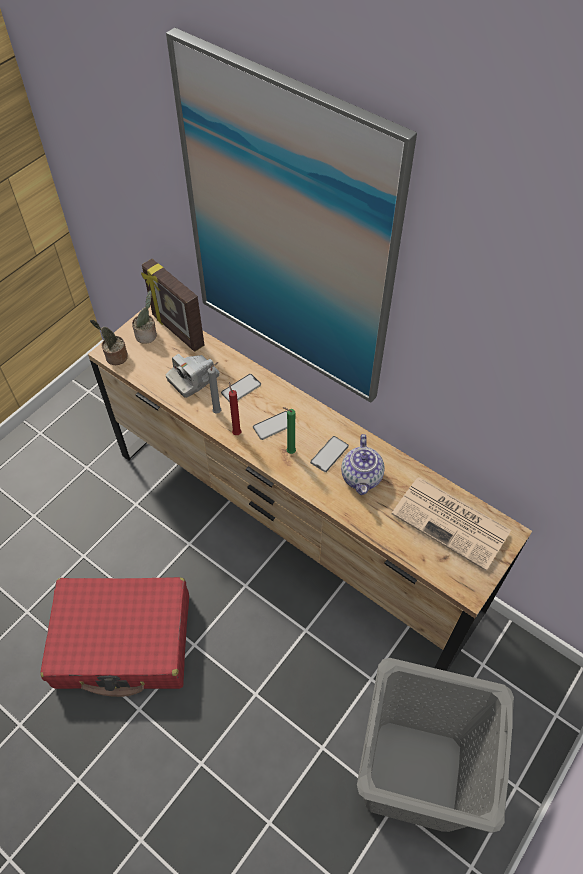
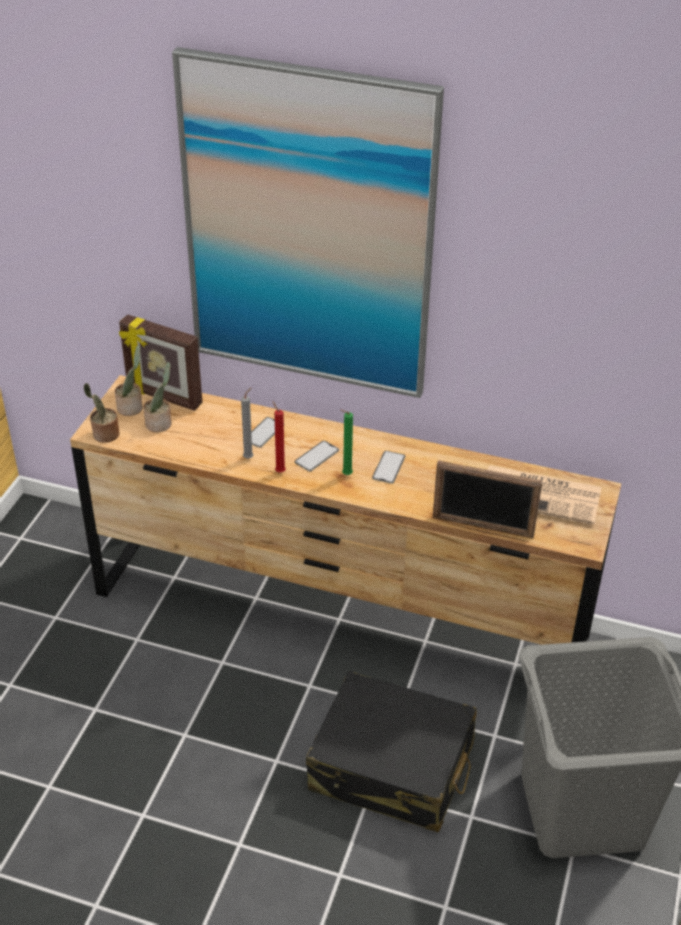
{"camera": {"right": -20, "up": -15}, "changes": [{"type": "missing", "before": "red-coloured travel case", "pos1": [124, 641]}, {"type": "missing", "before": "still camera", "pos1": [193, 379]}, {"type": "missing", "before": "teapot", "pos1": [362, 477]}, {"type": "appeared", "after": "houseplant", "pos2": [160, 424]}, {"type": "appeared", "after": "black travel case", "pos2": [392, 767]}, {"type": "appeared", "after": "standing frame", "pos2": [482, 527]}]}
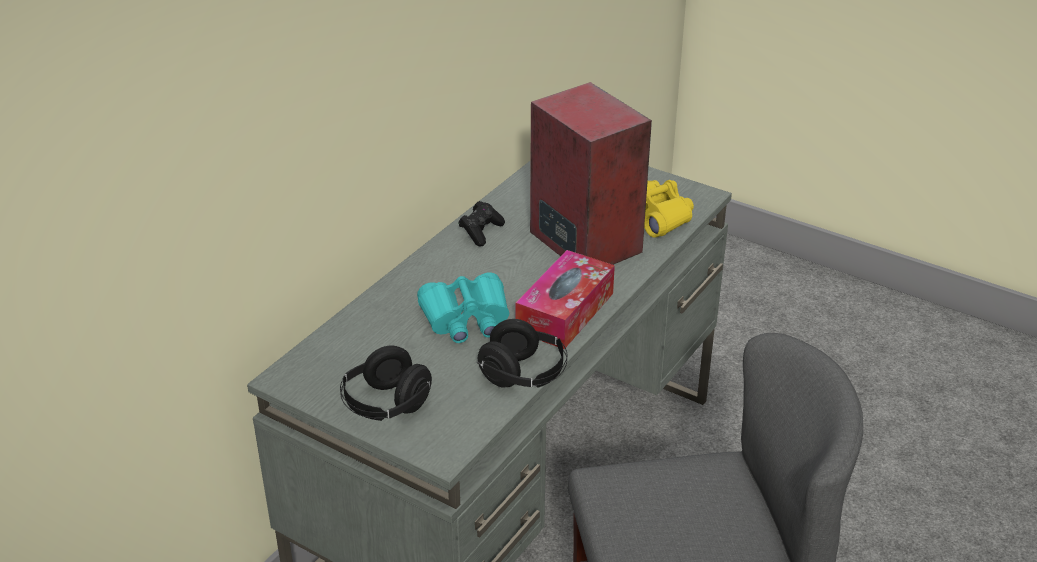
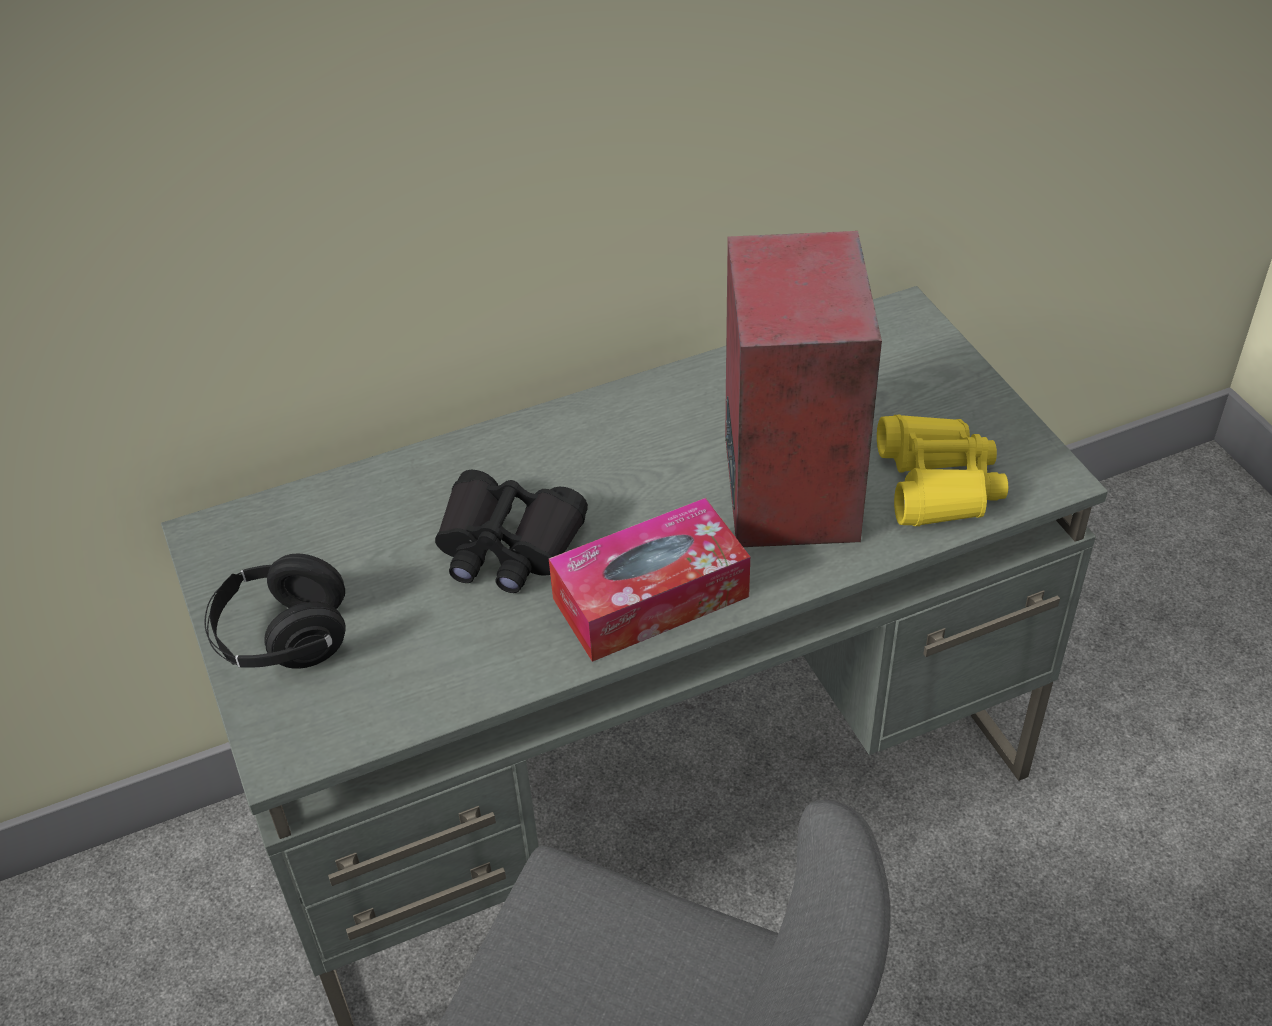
{"camera": {"right": 35, "up": 10}, "changes": [{"type": "colour", "before": "turquoise field glasses", "after": "black field glasses", "pos1": [466, 318], "pos2": [507, 545]}, {"type": "missing", "before": "black game controller", "pos1": [481, 232]}, {"type": "missing", "before": "black headphones", "pos1": [524, 375]}]}
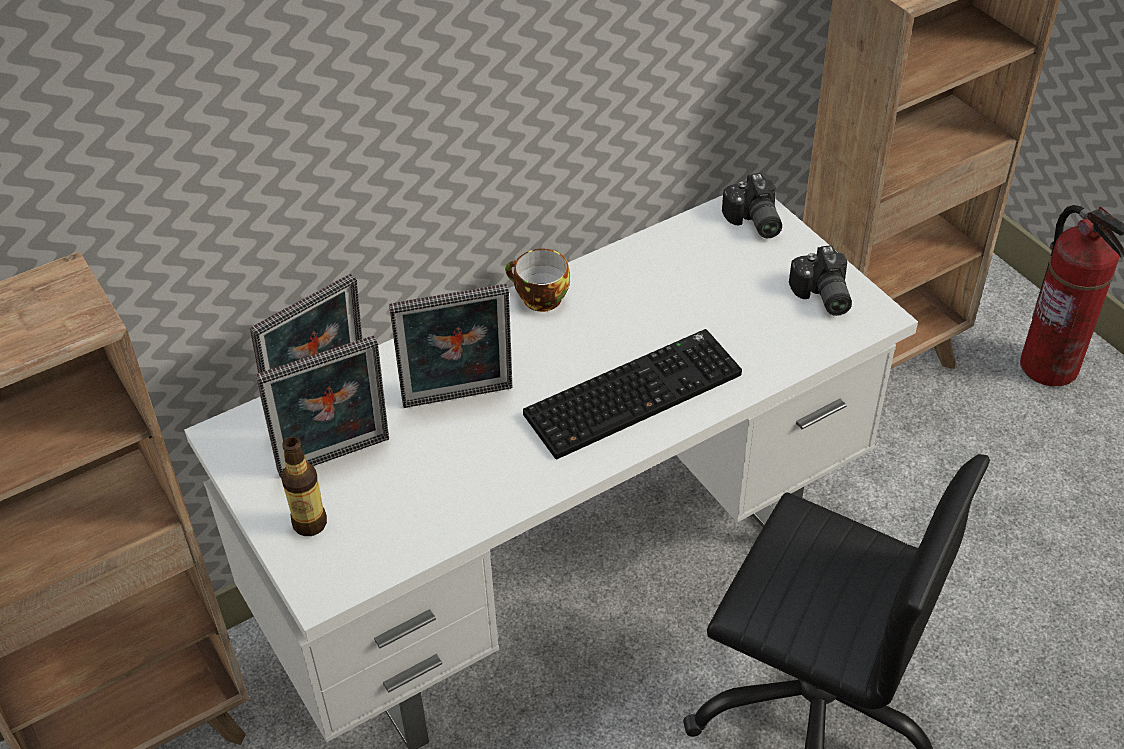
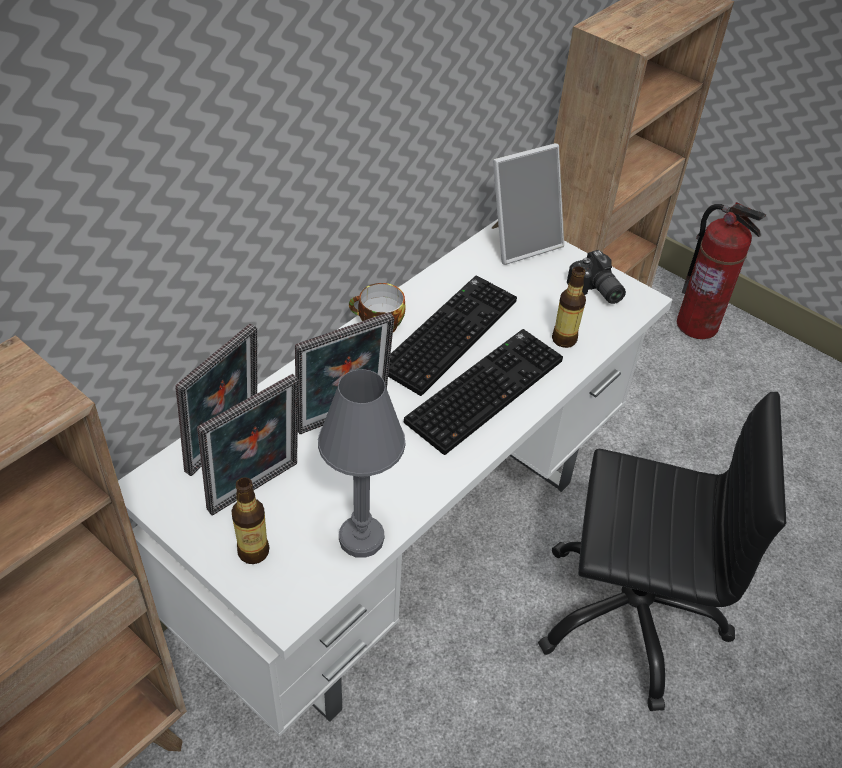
{"camera": {"right": -20, "up": 0}, "changes": [{"type": "exchanged", "before": "still camera", "after": "standing frame", "pos1": [753, 222], "pos2": [521, 242]}, {"type": "appeared", "after": "grey lamp for a table", "pos2": [361, 538]}, {"type": "appeared", "after": "computer keyboard", "pos2": [448, 333]}, {"type": "appeared", "after": "beverage bottle", "pos2": [564, 339]}]}
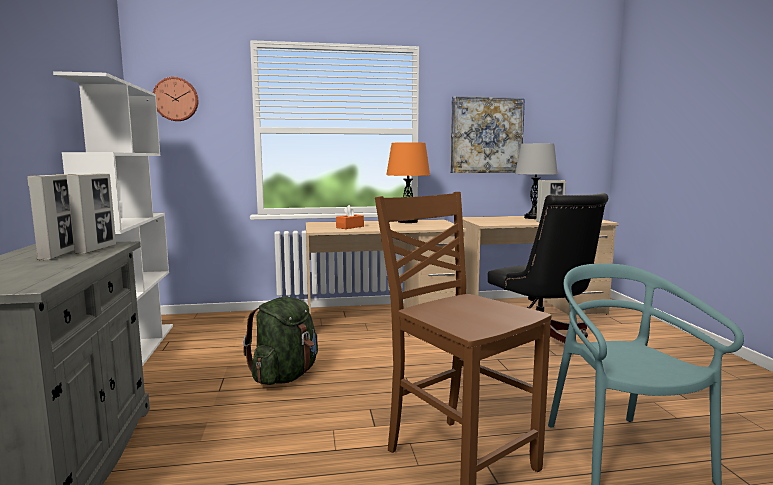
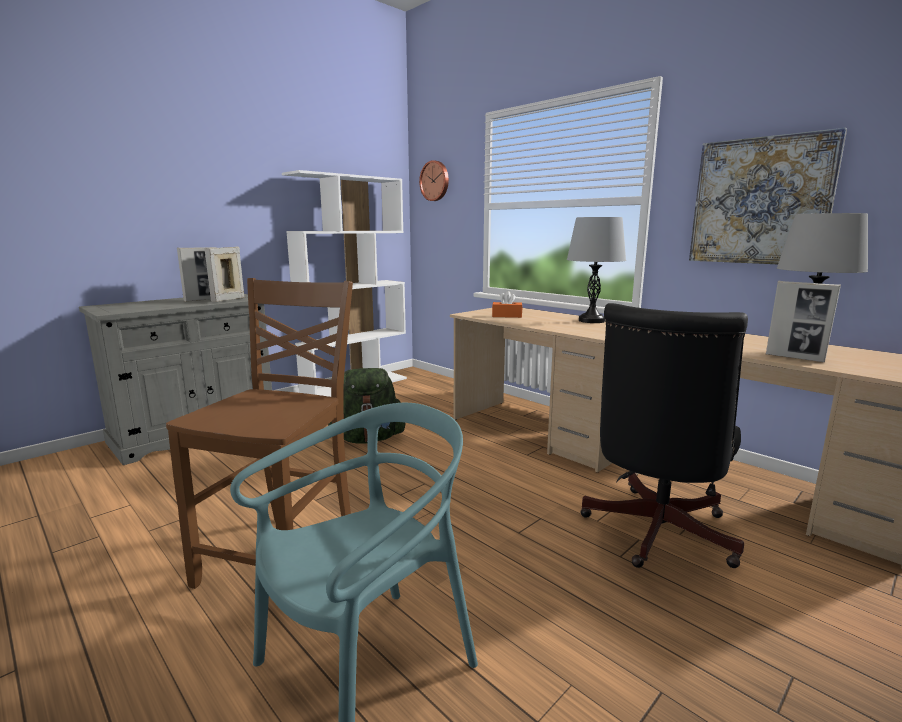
{"camera": {"right": 55, "up": 5}, "changes": [{"type": "spun", "before": "standing frame", "pos1": [96, 249], "pos2": [228, 300], "turn": 150}, {"type": "colour", "before": "orangey lamp for a table", "after": "grey lamp for a table", "pos1": [407, 221], "pos2": [591, 321]}]}
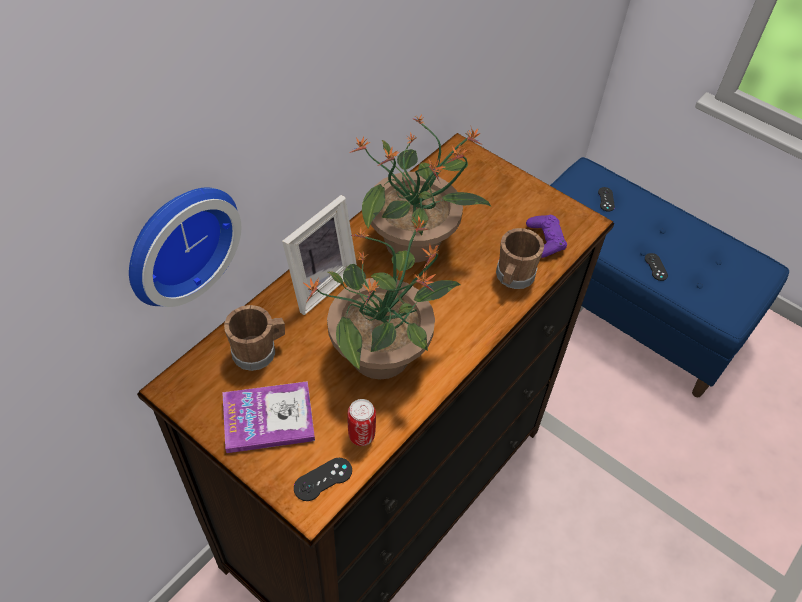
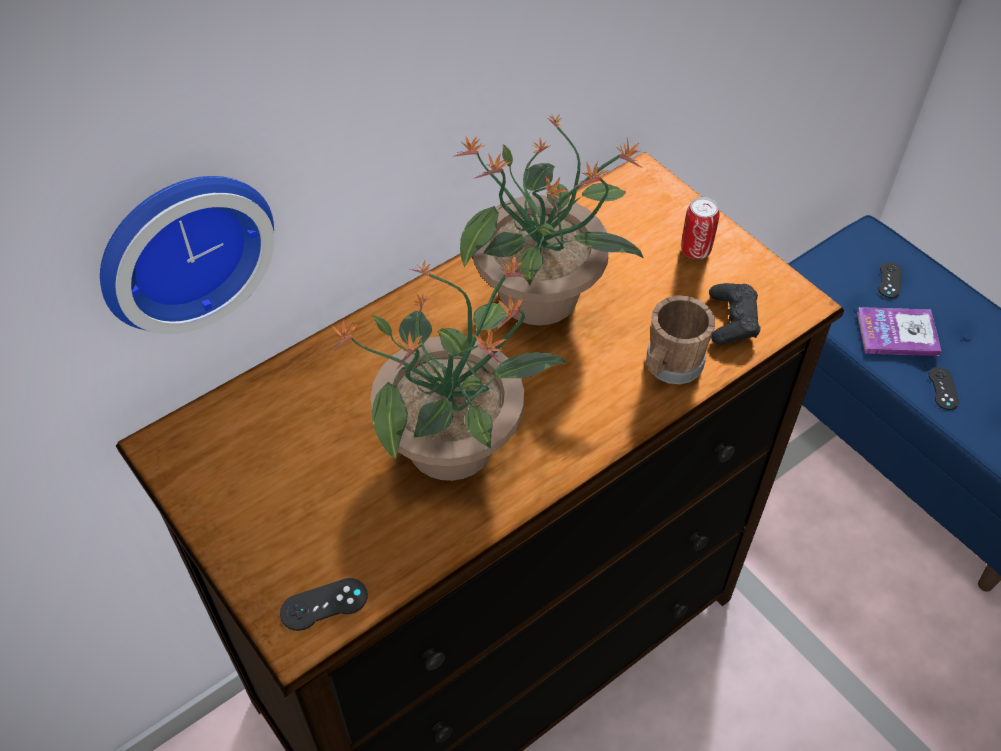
{"camera": {"right": 15, "up": 0}, "changes": [{"type": "relocated", "before": "volume", "pos1": [268, 418], "pos2": [897, 333]}, {"type": "missing", "before": "brown-coloured coffee mug", "pos1": [259, 351]}, {"type": "missing", "before": "standing frame", "pos1": [318, 283]}, {"type": "relocated", "before": "can", "pos1": [361, 435], "pos2": [695, 250]}, {"type": "colour", "before": "purple game controller", "after": "black game controller", "pos1": [545, 240], "pos2": [732, 320]}]}
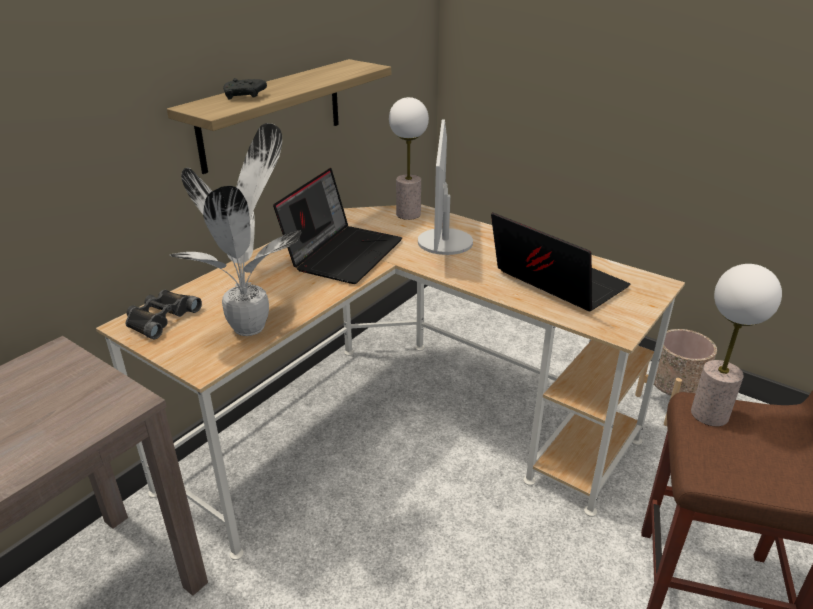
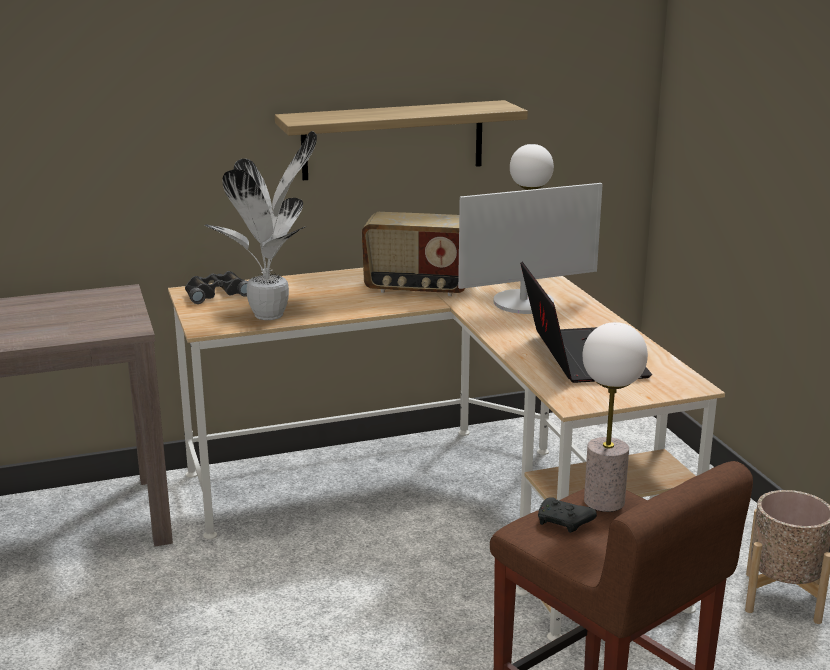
{"camera": {"right": 35, "up": -10}, "changes": [{"type": "relocated", "before": "black game controller", "pos1": [245, 96], "pos2": [564, 523]}, {"type": "exchanged", "before": "notebook computer", "after": "radio", "pos1": [343, 253], "pos2": [417, 288]}, {"type": "spun", "before": "computer display", "pos1": [444, 242], "pos2": [524, 303], "turn": -150}]}
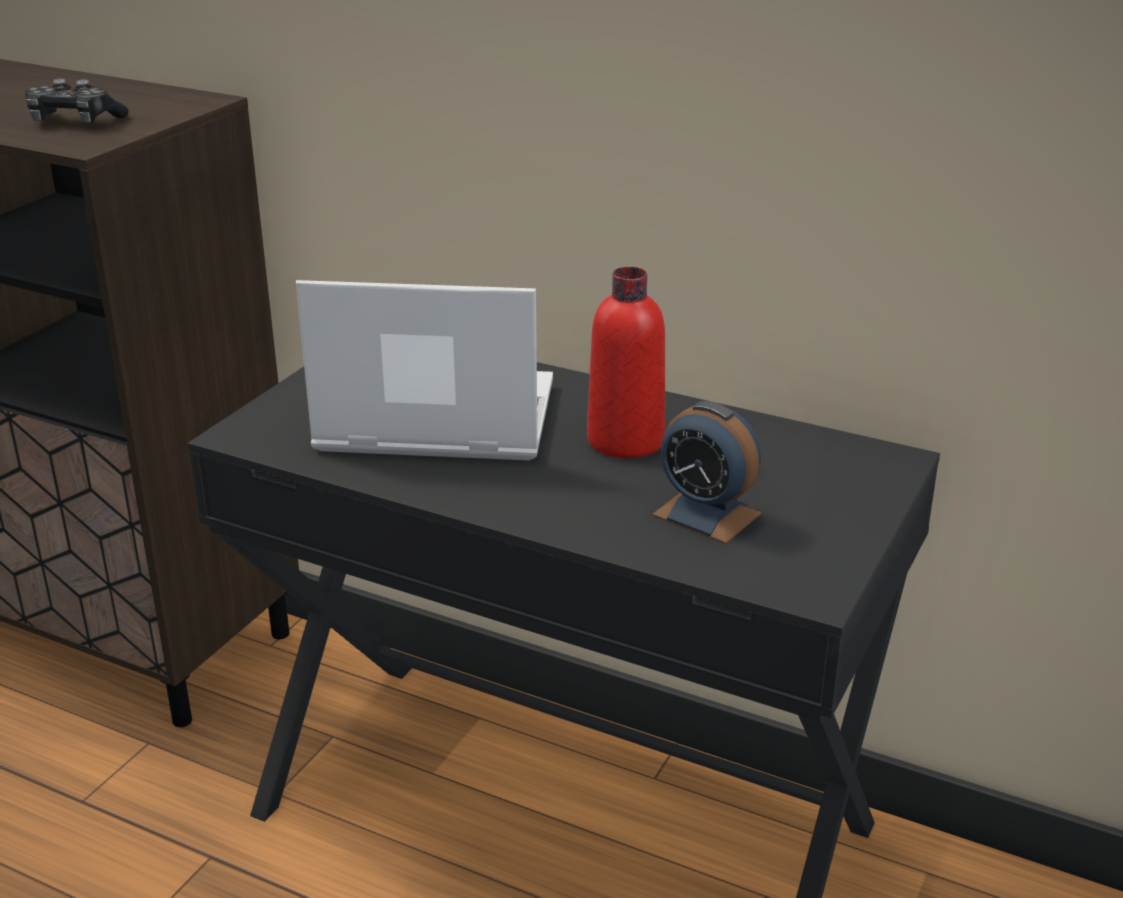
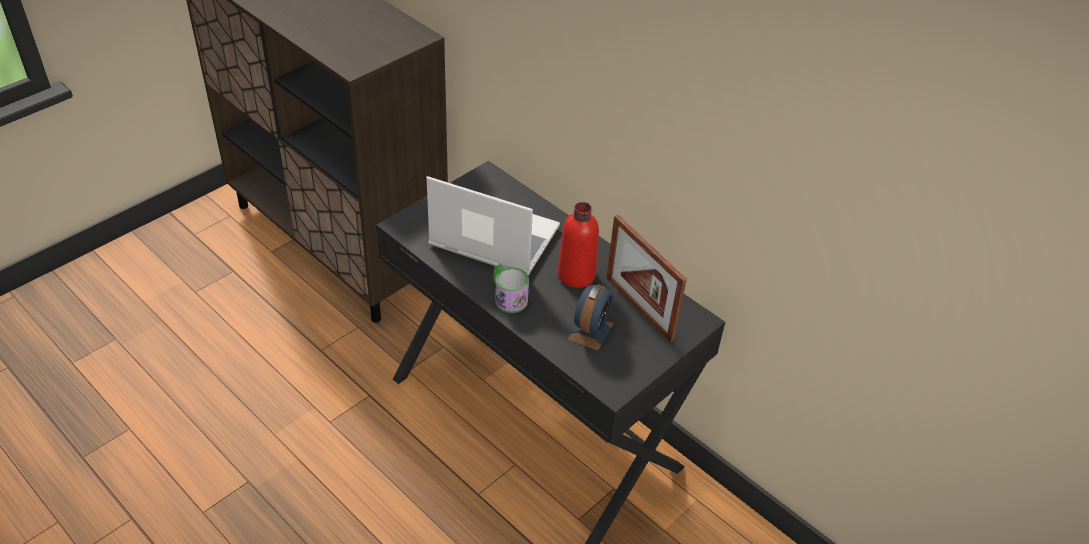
{"camera": {"right": 15, "up": 15}, "changes": [{"type": "missing", "before": "game controller", "pos1": [74, 121]}, {"type": "spun", "before": "table clock", "pos1": [706, 514], "pos2": [590, 331], "turn": -120}, {"type": "appeared", "after": "coffee mug", "pos2": [507, 297]}, {"type": "appeared", "after": "standing frame", "pos2": [639, 308]}]}
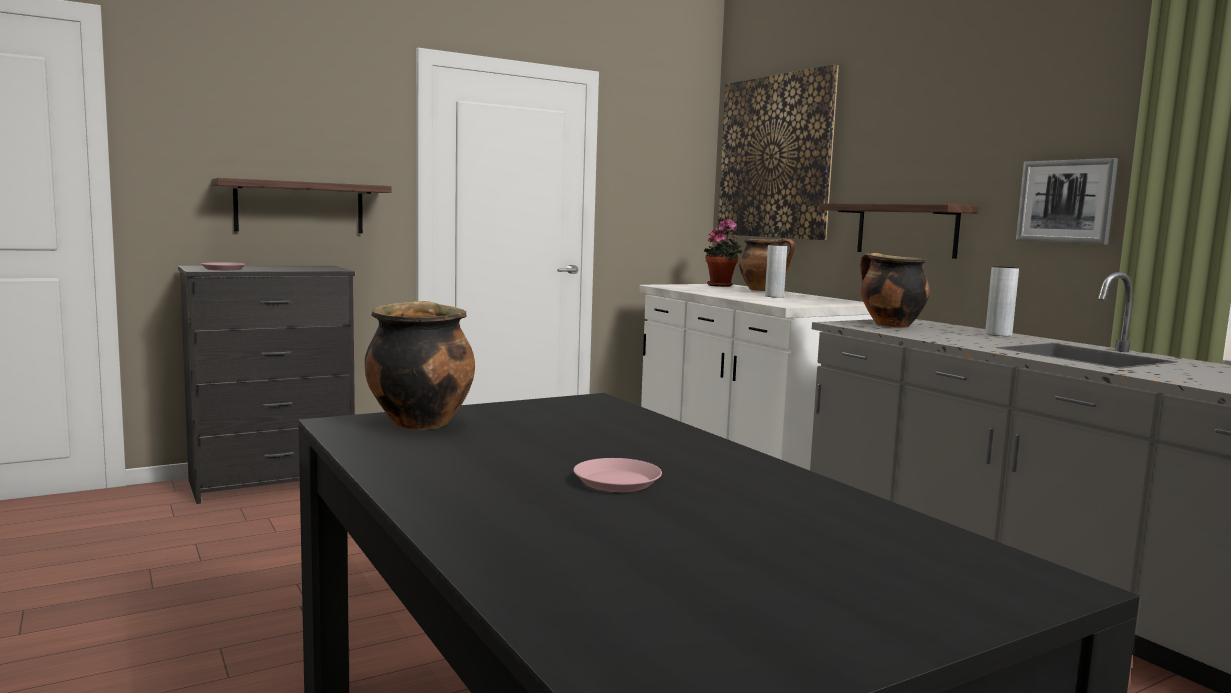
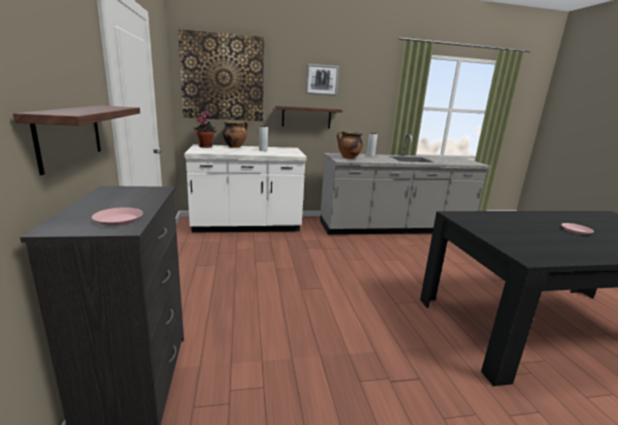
{"camera": {"right": -70, "up": 10}, "changes": [{"type": "missing", "before": "saucepot", "pos1": [419, 422]}, {"type": "relocated", "before": "picture", "pos1": [1066, 201], "pos2": [322, 80]}]}
